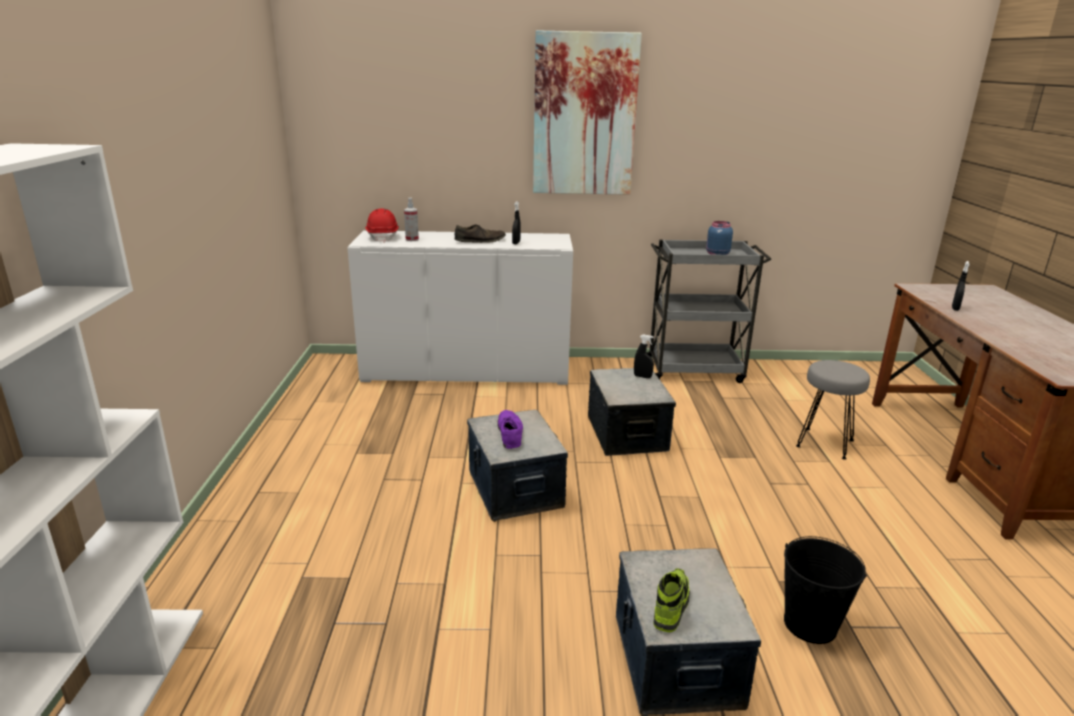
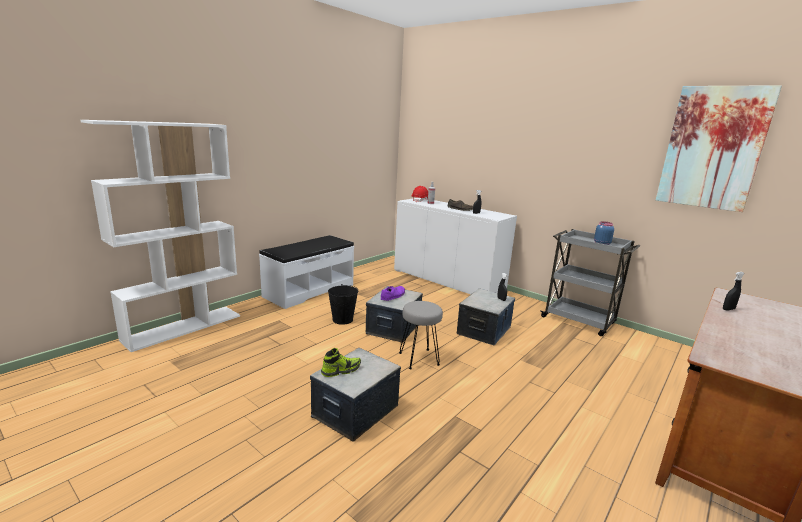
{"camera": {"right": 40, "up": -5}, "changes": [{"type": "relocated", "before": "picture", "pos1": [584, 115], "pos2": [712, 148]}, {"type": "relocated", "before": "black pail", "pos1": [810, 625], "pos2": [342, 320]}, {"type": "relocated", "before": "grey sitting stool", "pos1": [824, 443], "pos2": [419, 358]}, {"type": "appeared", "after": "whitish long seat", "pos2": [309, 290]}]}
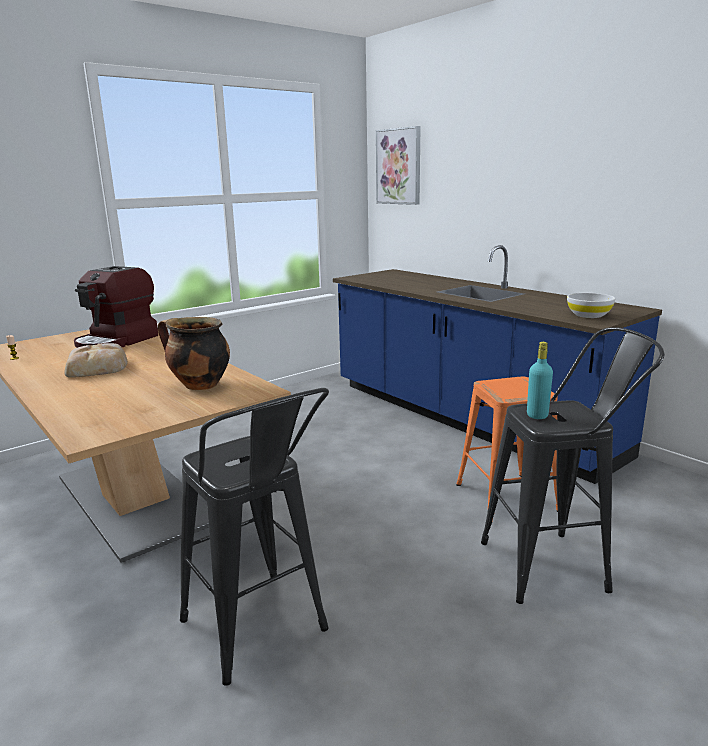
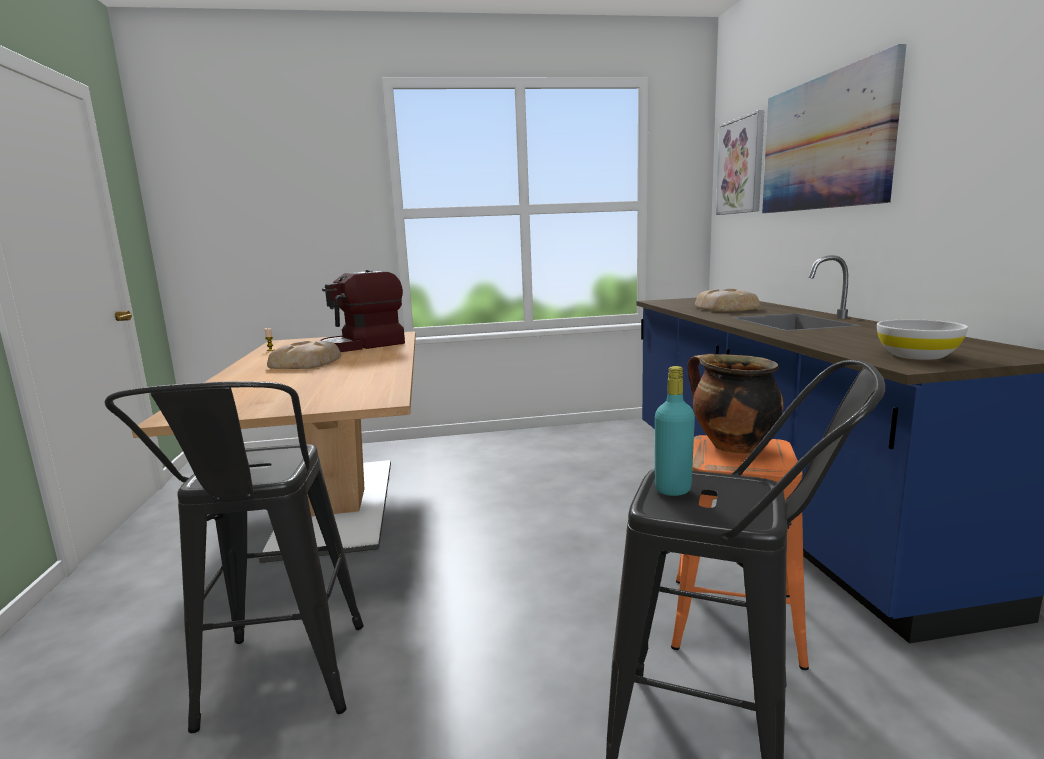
{"camera": {"right": 30, "up": -5}, "changes": [{"type": "relocated", "before": "saucepot", "pos1": [199, 385], "pos2": [731, 447]}, {"type": "appeared", "after": "baked bread", "pos2": [726, 308]}, {"type": "appeared", "after": "picture", "pos2": [824, 143]}]}
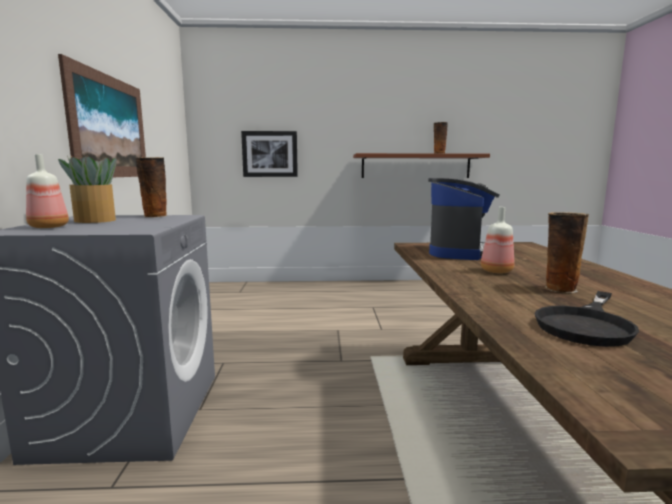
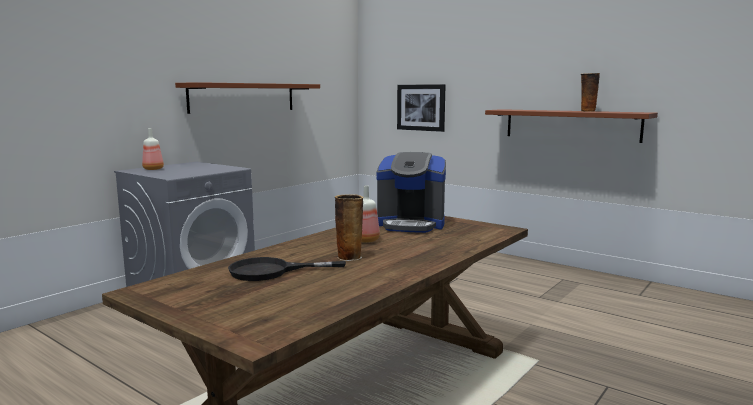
{"camera": {"right": 40, "up": 0}, "changes": [{"type": "exchanged", "before": "picture", "after": "brown-coloured bracket shelf", "pos1": [110, 127], "pos2": [243, 97]}, {"type": "missing", "before": "houseplant", "pos1": [95, 220]}, {"type": "missing", "before": "vase", "pos1": [154, 216]}, {"type": "spun", "before": "coffee maker", "pos1": [461, 252], "pos2": [411, 224], "turn": 45}]}
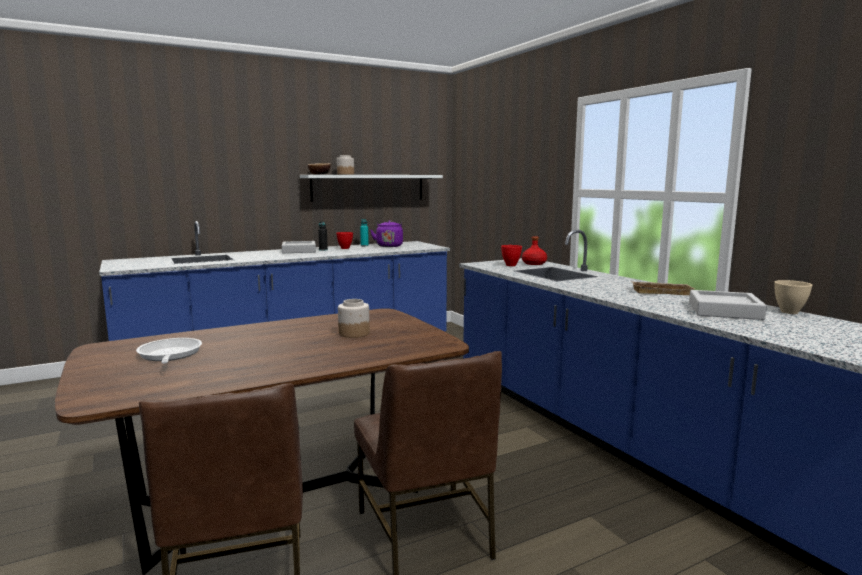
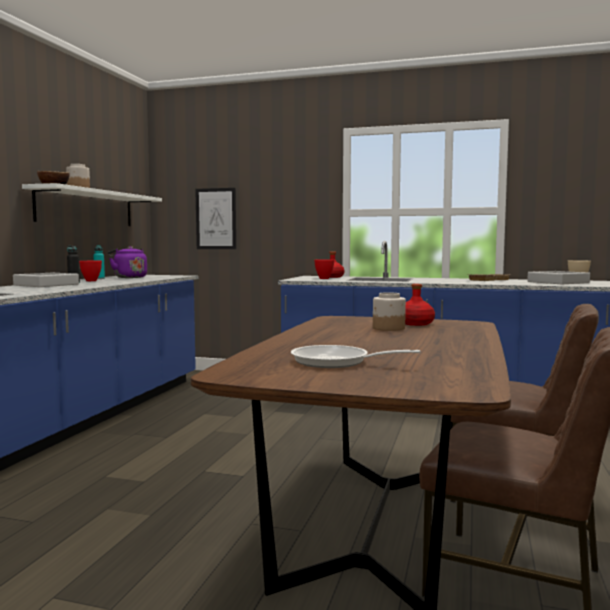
{"camera": {"right": -45, "up": -5}, "changes": [{"type": "appeared", "after": "picture", "pos2": [216, 218]}, {"type": "appeared", "after": "red-coloured beverage bottle", "pos2": [416, 323]}]}
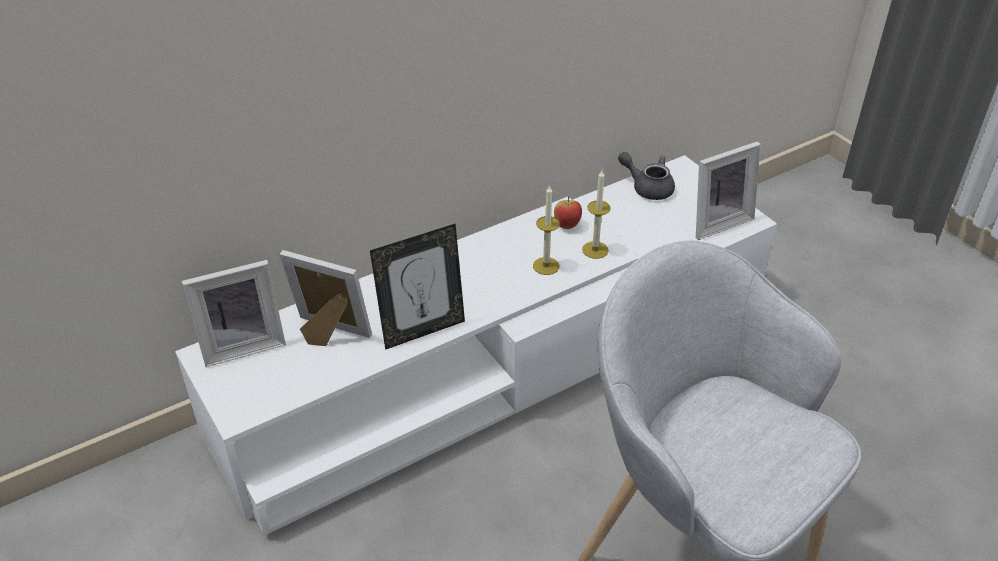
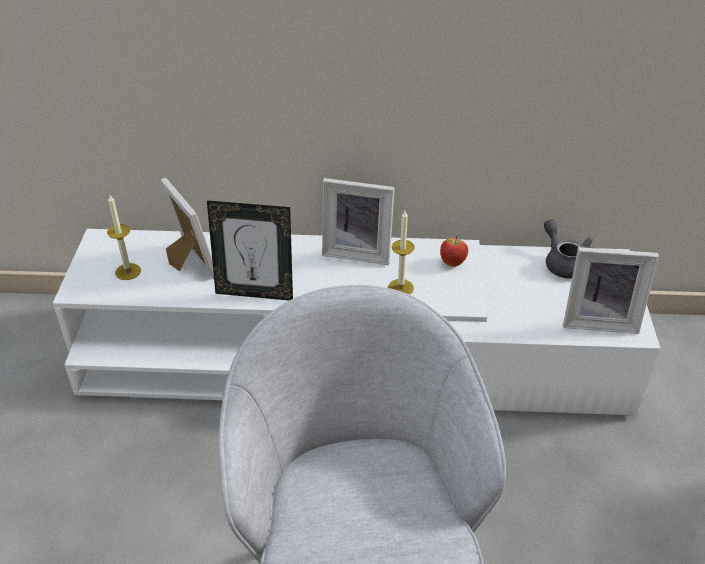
{"camera": {"right": 35, "up": 0}, "changes": [{"type": "relocated", "before": "standing frame", "pos1": [242, 344], "pos2": [358, 251]}, {"type": "relocated", "before": "wax light", "pos1": [595, 250], "pos2": [128, 271]}]}
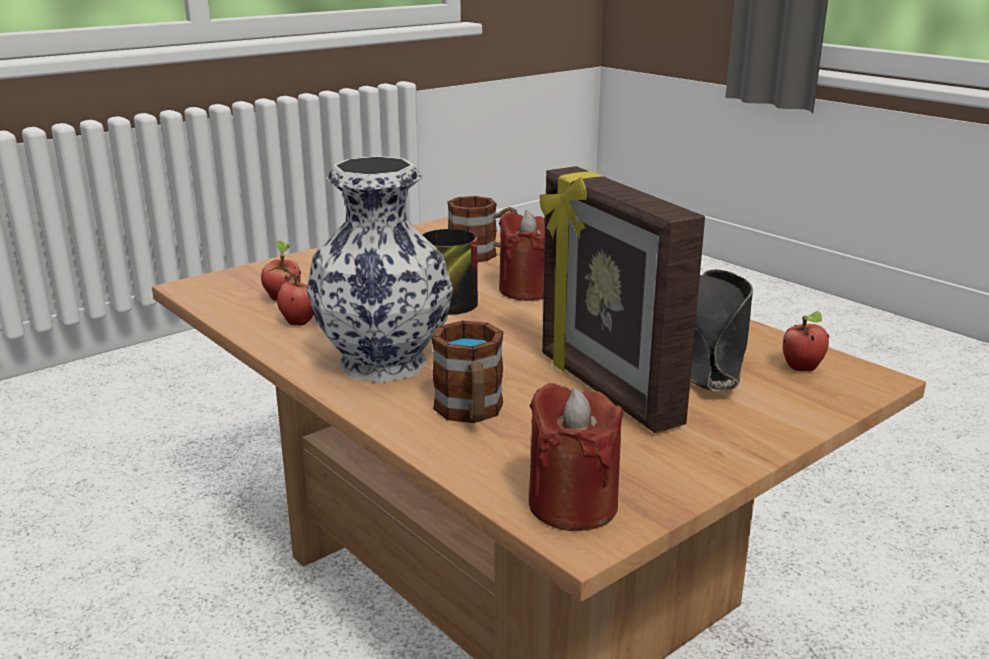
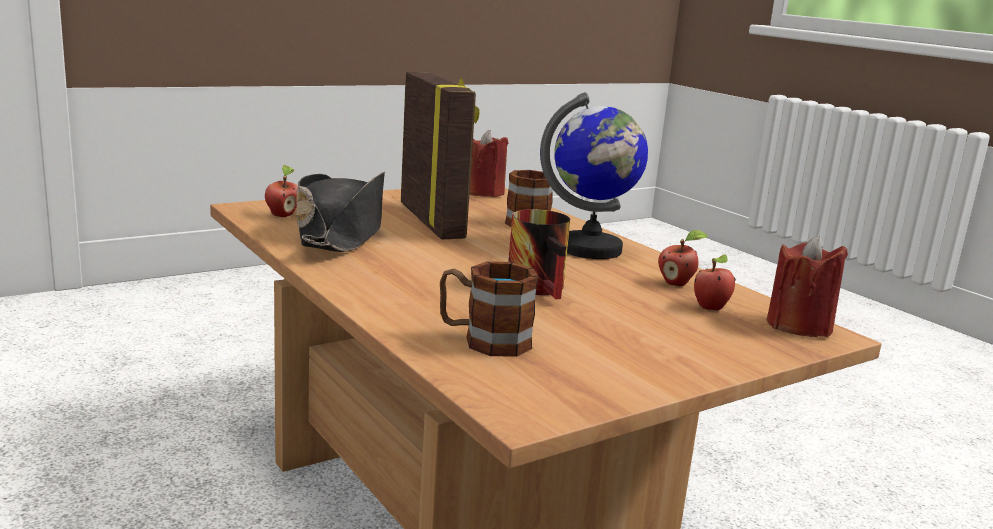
{"camera": {"right": -175, "up": -5}, "changes": [{"type": "exchanged", "before": "vase", "after": "world globe", "pos1": [381, 364], "pos2": [590, 249]}, {"type": "relocated", "before": "red-coloured wax light", "pos1": [527, 290], "pos2": [799, 326]}]}
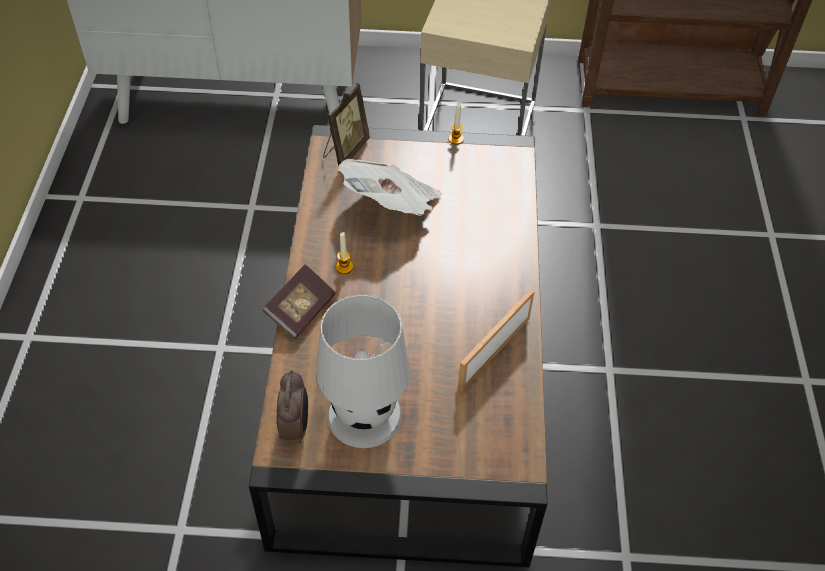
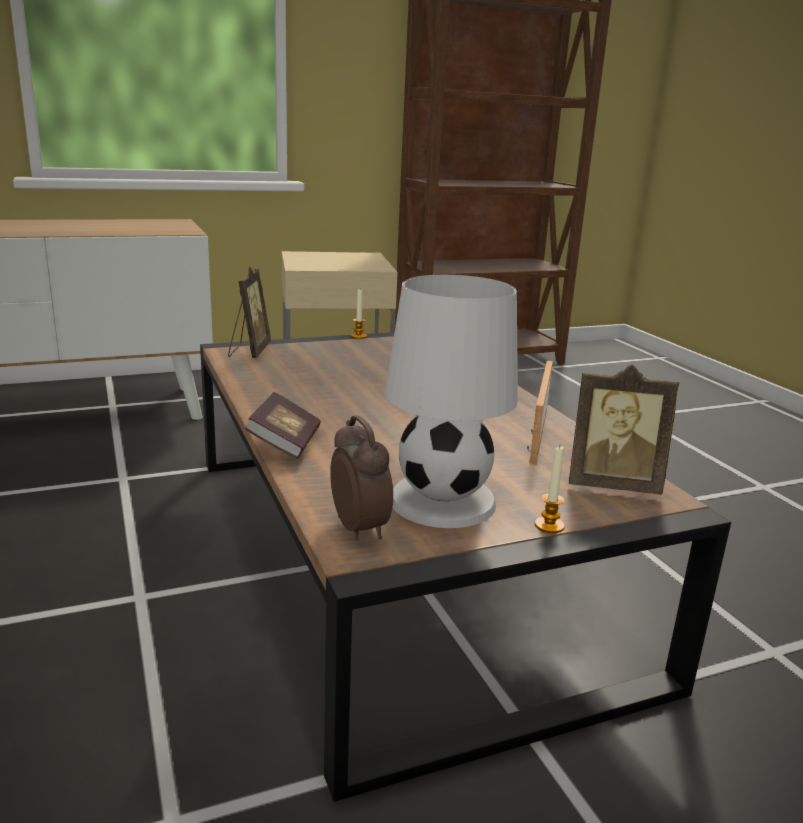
{"camera": {"right": -25, "up": -30}, "changes": [{"type": "relocated", "before": "wax light", "pos1": [344, 267], "pos2": [549, 526]}, {"type": "missing", "before": "newspaper", "pos1": [392, 205]}, {"type": "appeared", "after": "standing frame", "pos2": [612, 485]}]}
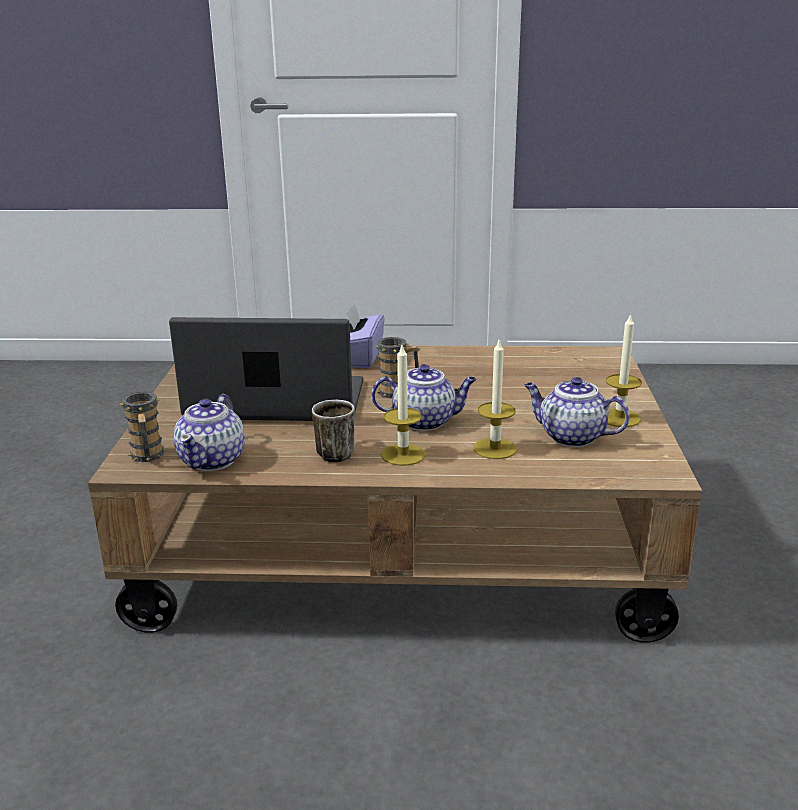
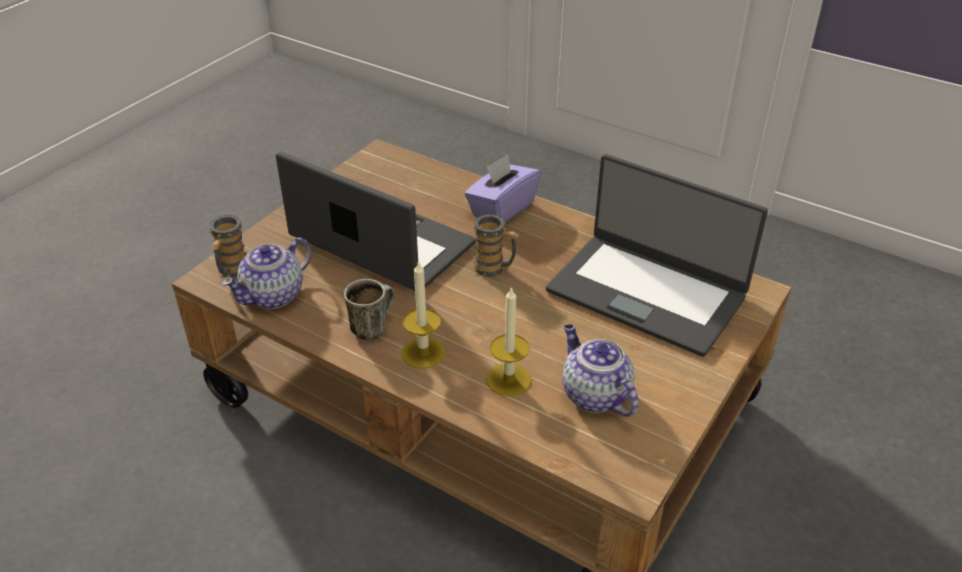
{"camera": {"right": 30, "up": 15}, "changes": [{"type": "missing", "before": "teapot", "pos1": [425, 421]}, {"type": "missing", "before": "wax light", "pos1": [619, 418]}, {"type": "appeared", "after": "notebook computer", "pos2": [647, 292]}]}
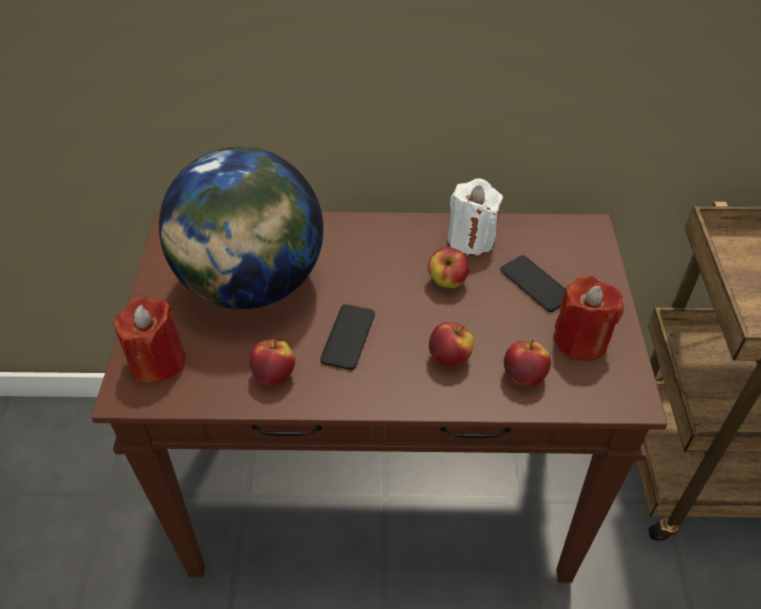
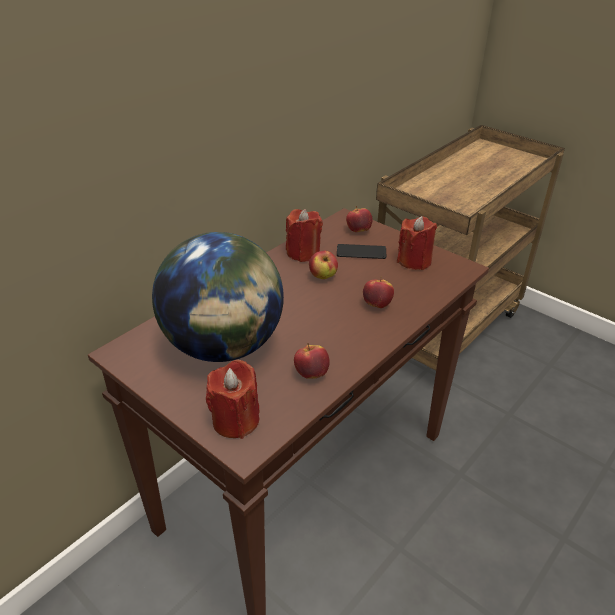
{"camera": {"right": -50, "up": -10}, "changes": [{"type": "missing", "before": "handset", "pos1": [348, 337]}, {"type": "colour", "before": "whitish wax light", "after": "red-coloured wax light", "pos1": [471, 239], "pos2": [303, 253]}, {"type": "relocated", "before": "apple", "pos1": [524, 376], "pos2": [358, 230]}]}
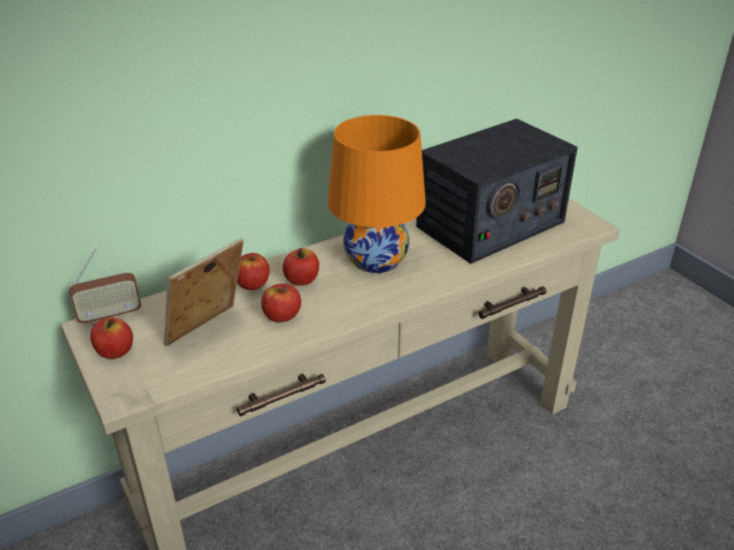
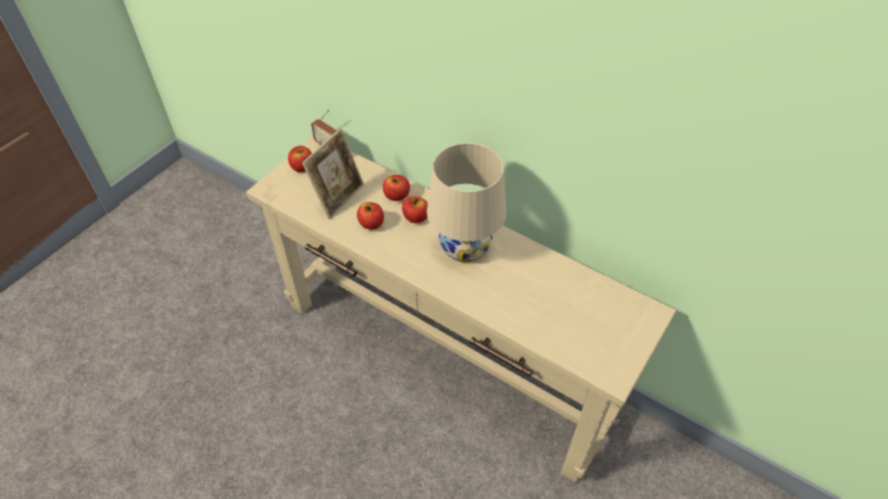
{"camera": {"right": 65, "up": 15}, "changes": [{"type": "spun", "before": "standing frame", "pos1": [208, 332], "pos2": [338, 197], "turn": 105}, {"type": "colour", "before": "orangey lamp for a table", "after": "beige-coloured lamp for a table", "pos1": [376, 259], "pos2": [465, 247]}, {"type": "missing", "before": "radio", "pos1": [490, 224]}]}
